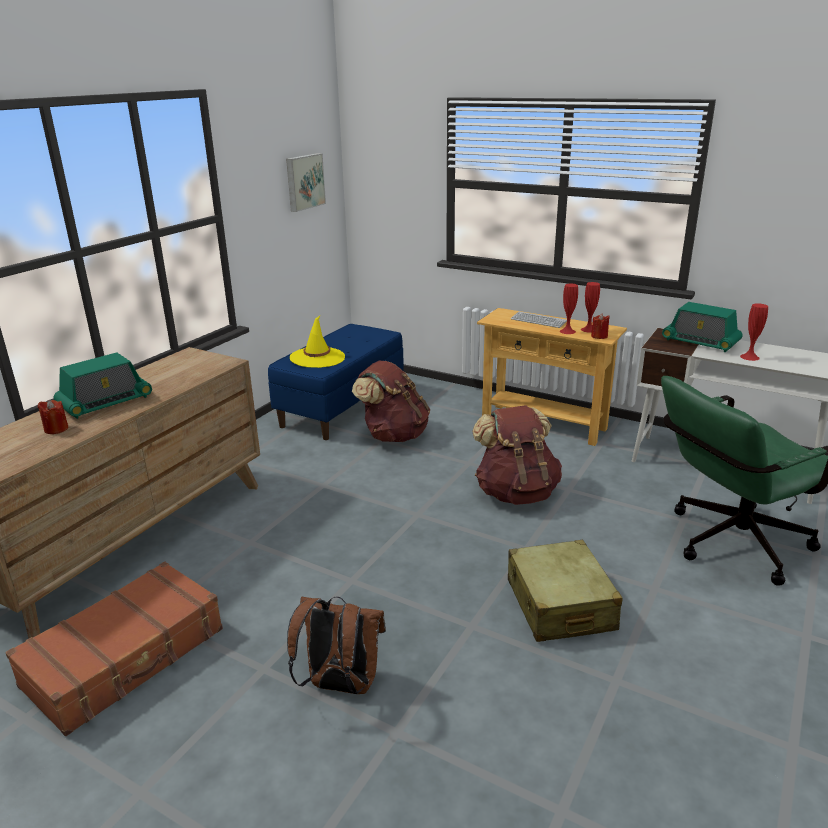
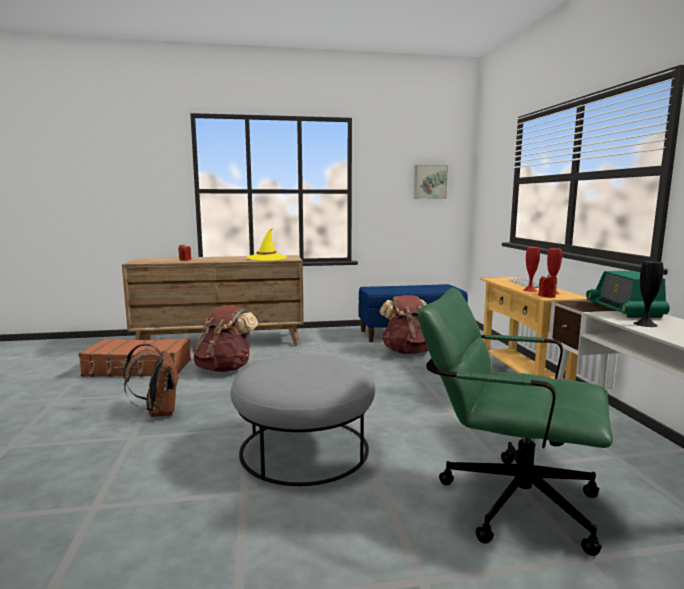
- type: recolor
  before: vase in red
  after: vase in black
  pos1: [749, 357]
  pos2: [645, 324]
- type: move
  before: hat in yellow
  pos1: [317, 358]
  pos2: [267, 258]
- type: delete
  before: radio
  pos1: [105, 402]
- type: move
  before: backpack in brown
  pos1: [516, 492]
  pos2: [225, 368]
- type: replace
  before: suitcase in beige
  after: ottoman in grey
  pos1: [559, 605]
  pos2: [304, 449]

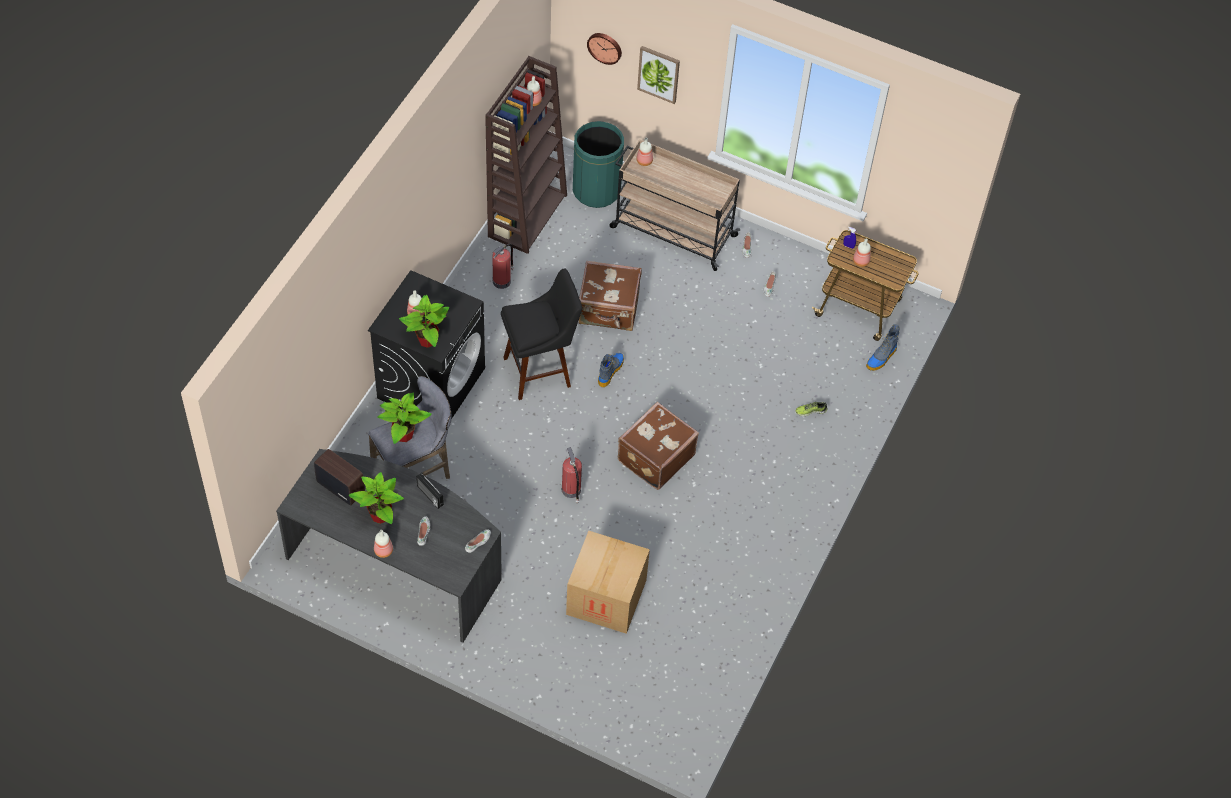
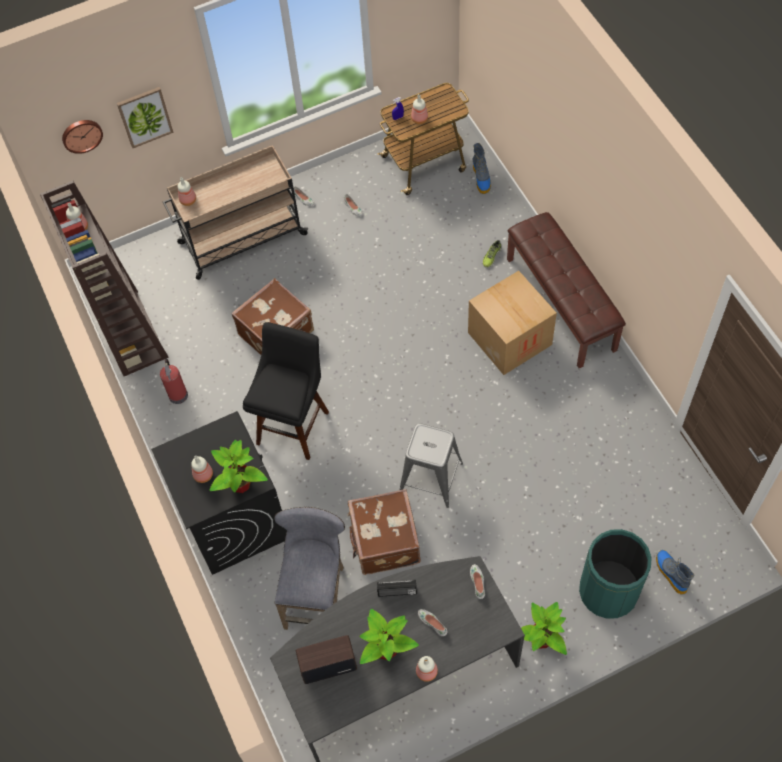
- type: move
  before: trash can in green
  pos1: [596, 190]
  pos2: [608, 591]
- type: move
  before: boot
  pos1: [610, 371]
  pos2: [670, 573]
- type: move
  before: potted plant
  pos1: [403, 435]
  pos2: [541, 640]
- type: move
  before: suitcase in brown
  pos1: [654, 457]
  pos2: [384, 542]
- type: replace
  before: fire extinguisher
  after: stool in grey
  pos1: [571, 490]
  pos2: [431, 478]
- type: move
  before: cardboard box
  pos1: [606, 597]
  pos2: [509, 338]
- type: insert
  after: bench in brown
  pos2: [561, 304]

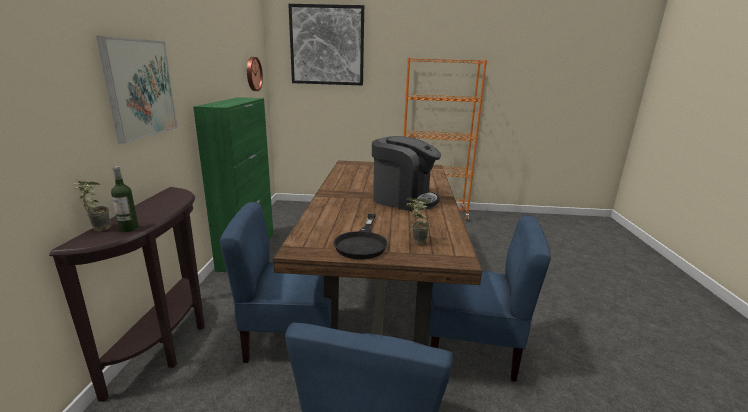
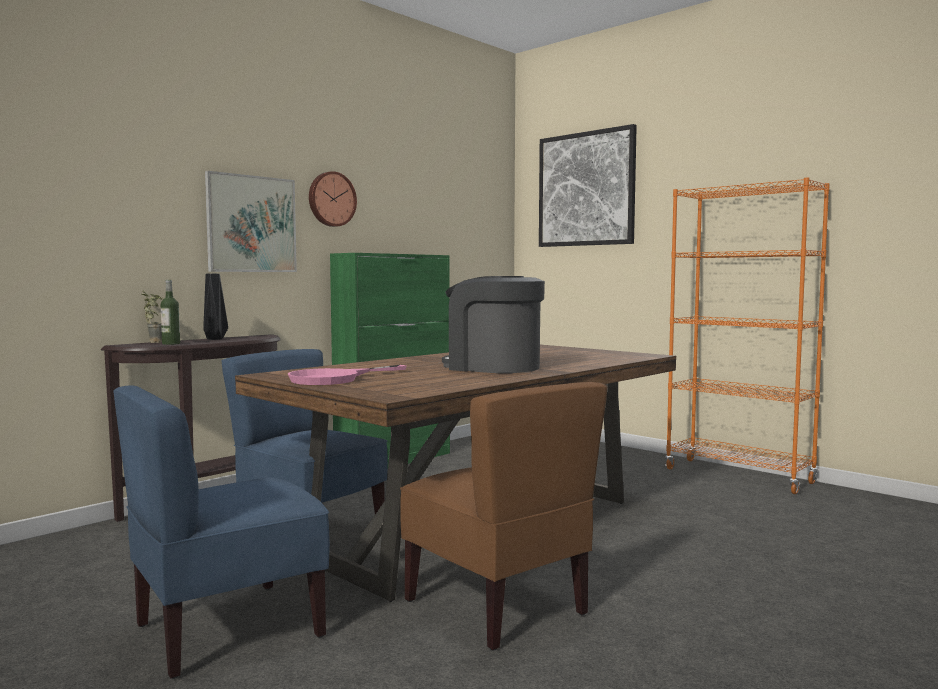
- type: move
  before: wall clock
  pos1: [253, 74]
  pos2: [331, 199]
- type: rotate
  before: coffee machine
  pos1: [403, 199]
  pos2: [493, 367]
  turn: 150
- type: delete
  before: potted plant
  pos1: [415, 242]
- type: recolor
  before: frying pan in black
  after: frying pan in pink
  pos1: [362, 242]
  pos2: [335, 379]
- type: recolor
  before: chair in blue
  after: chair in brown
  pos1: [472, 348]
  pos2: [498, 606]
- type: insert
  after: vase in black
  pos2: [215, 339]

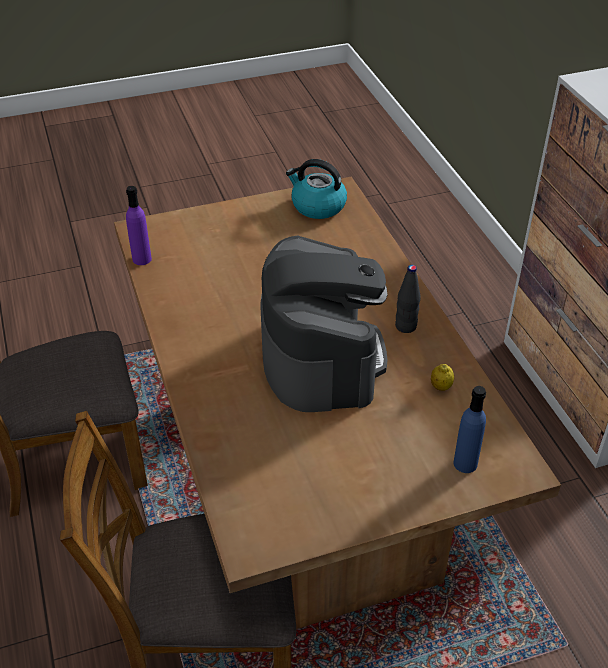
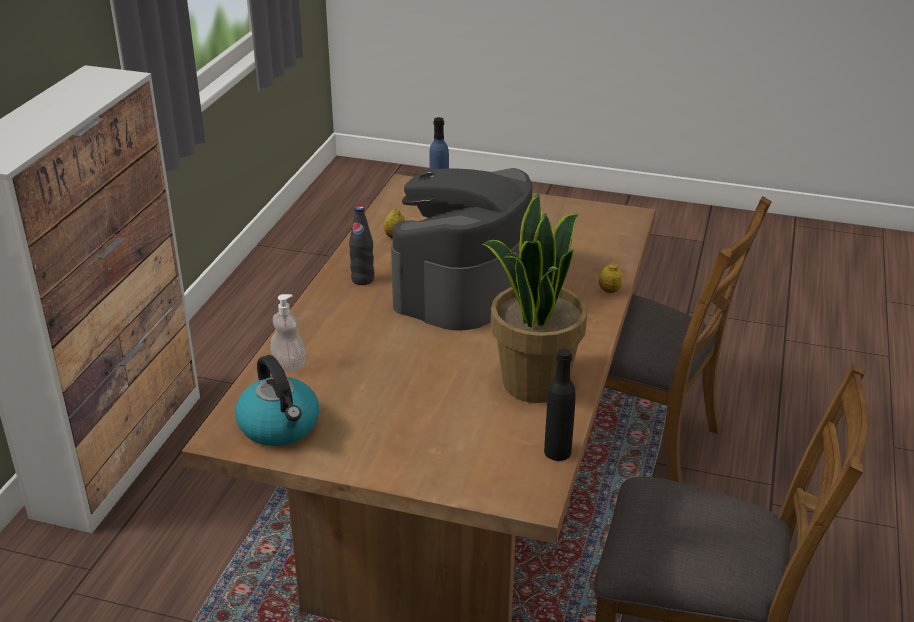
- type: recolor
  before: bottle in purple
  after: bottle in black
  pos1: [142, 259]
  pos2: [557, 452]
- type: insert
  after: potted plant
  pos2: [534, 383]
- type: insert
  after: lemon
  pos2: [609, 291]
- type: insert
  after: soap dispenser
  pos2: [289, 364]

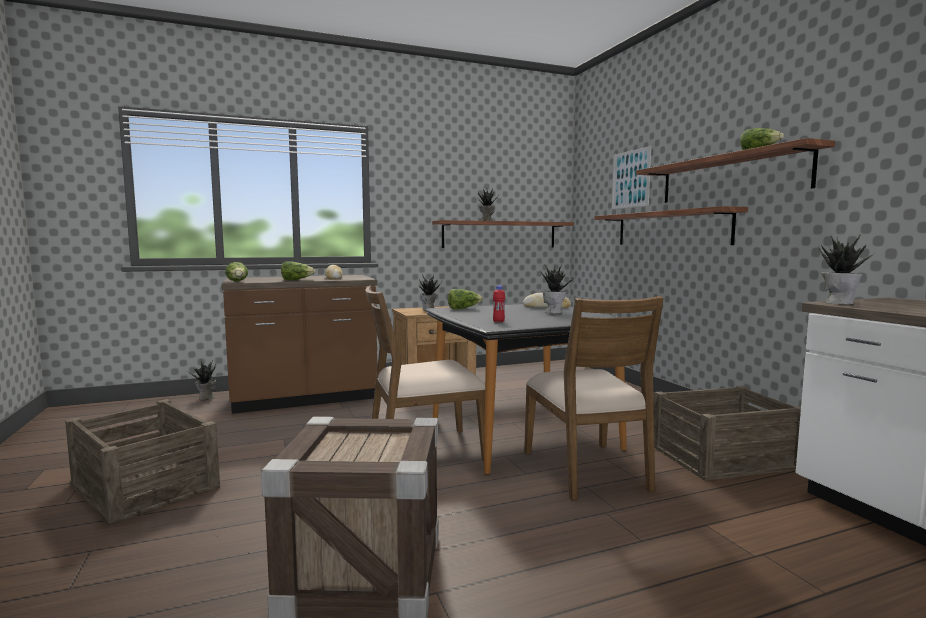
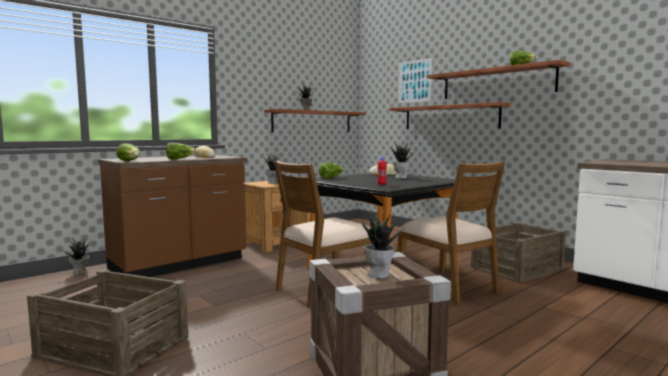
- type: move
  before: potted plant
  pos1: [839, 303]
  pos2: [379, 274]

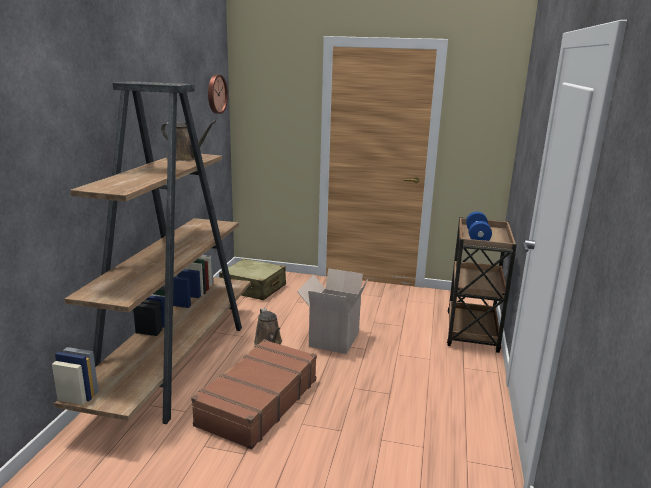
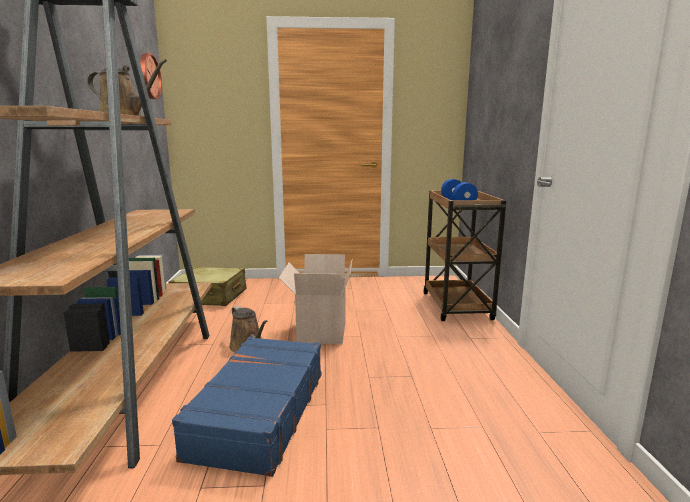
- type: recolor
  before: suitcase in brown
  after: suitcase in blue
  pos1: [257, 402]
  pos2: [258, 413]

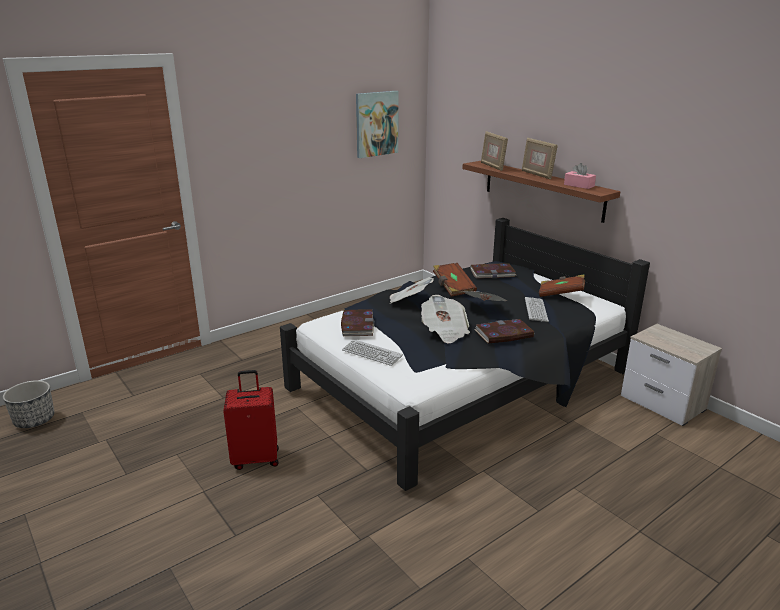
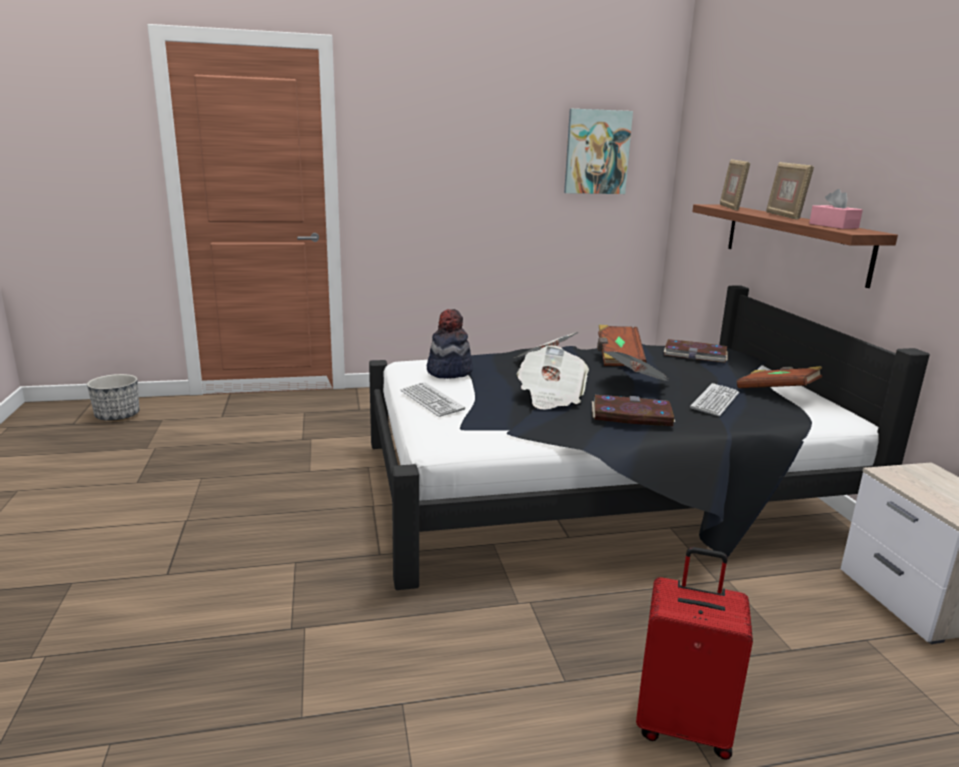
- type: replace
  before: book
  after: hat
  pos1: [357, 325]
  pos2: [449, 371]
- type: move
  before: suitcase in red
  pos1: [256, 458]
  pos2: [683, 725]

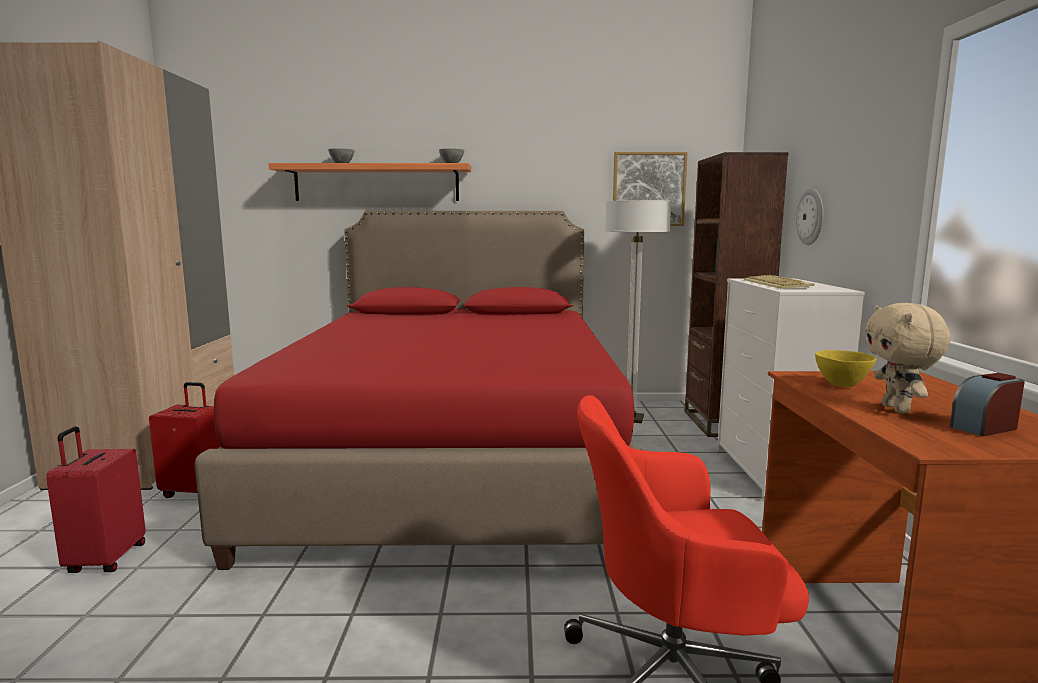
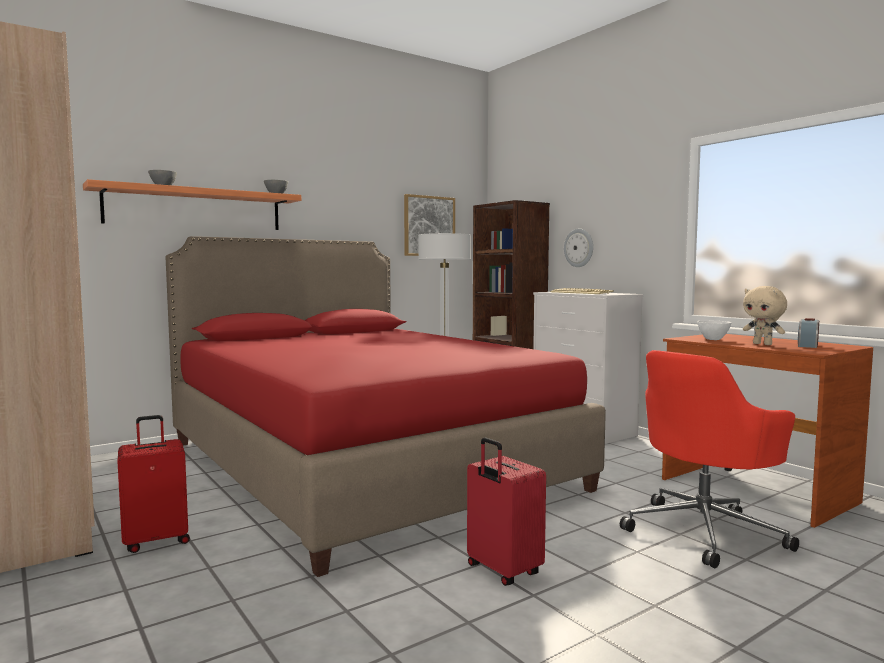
- type: recolor
  before: bowl in yellow
  after: bowl in white
  pos1: [842, 385]
  pos2: [713, 339]
- type: move
  before: suitcase in red
  pos1: [105, 560]
  pos2: [502, 571]

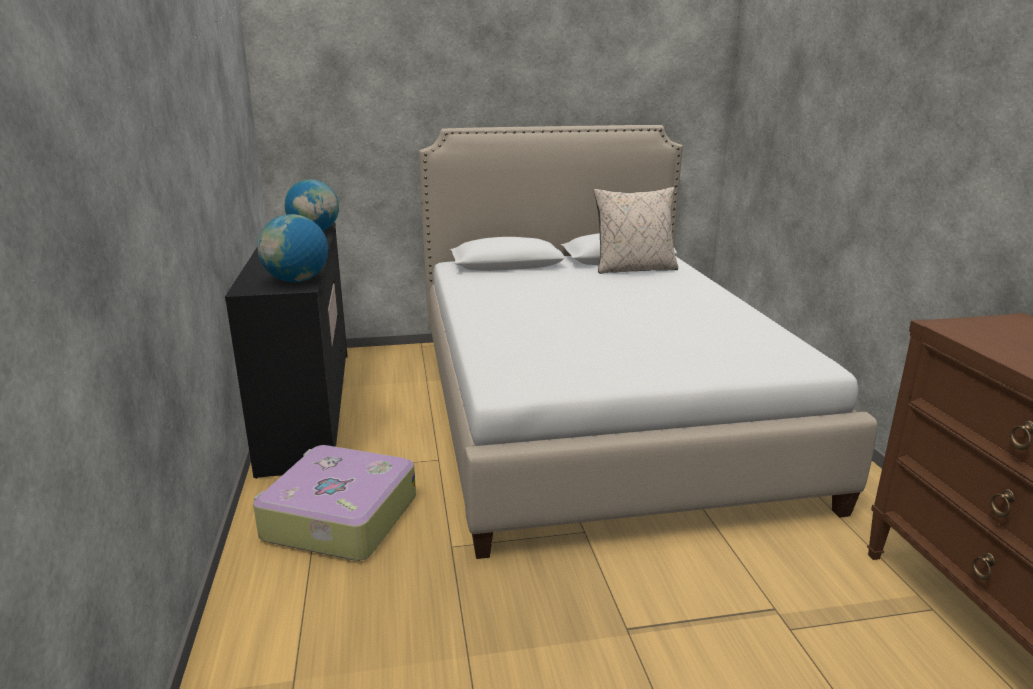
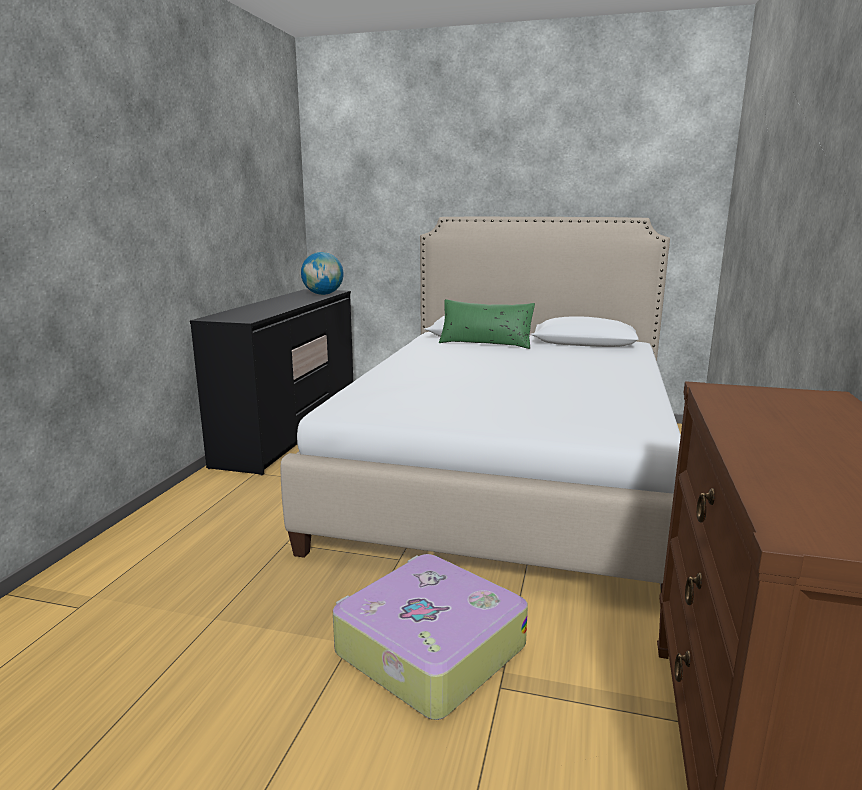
- type: delete
  before: pillow in beige
  pos1: [634, 269]
- type: delete
  before: globe
  pos1: [297, 281]
- type: move
  before: suitcase
  pos1: [338, 518]
  pos2: [428, 649]
- type: insert
  after: pillow in green
  pos2: [485, 343]

